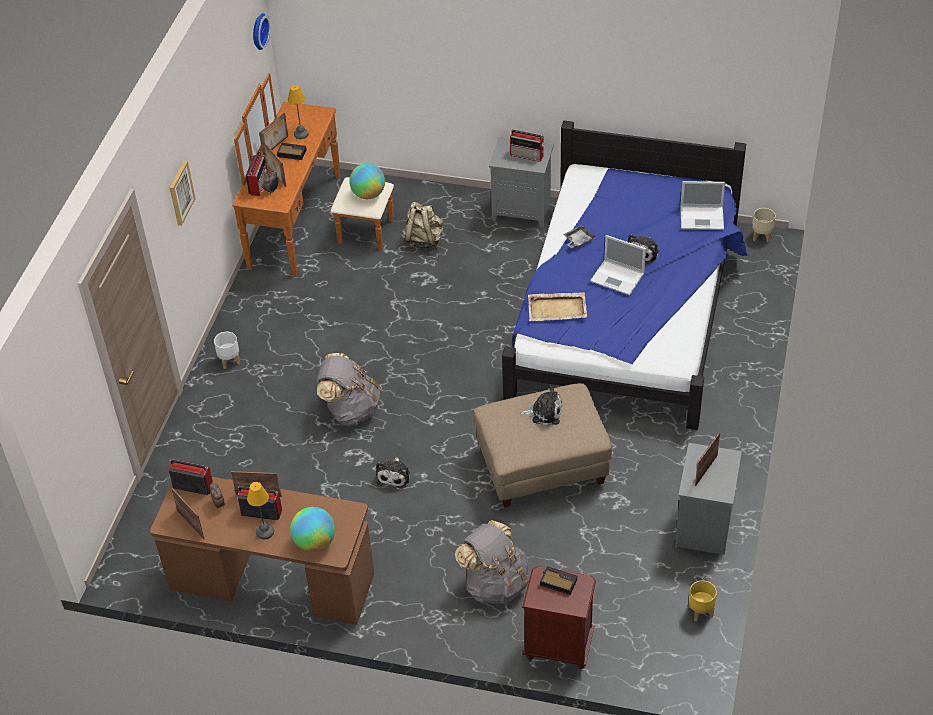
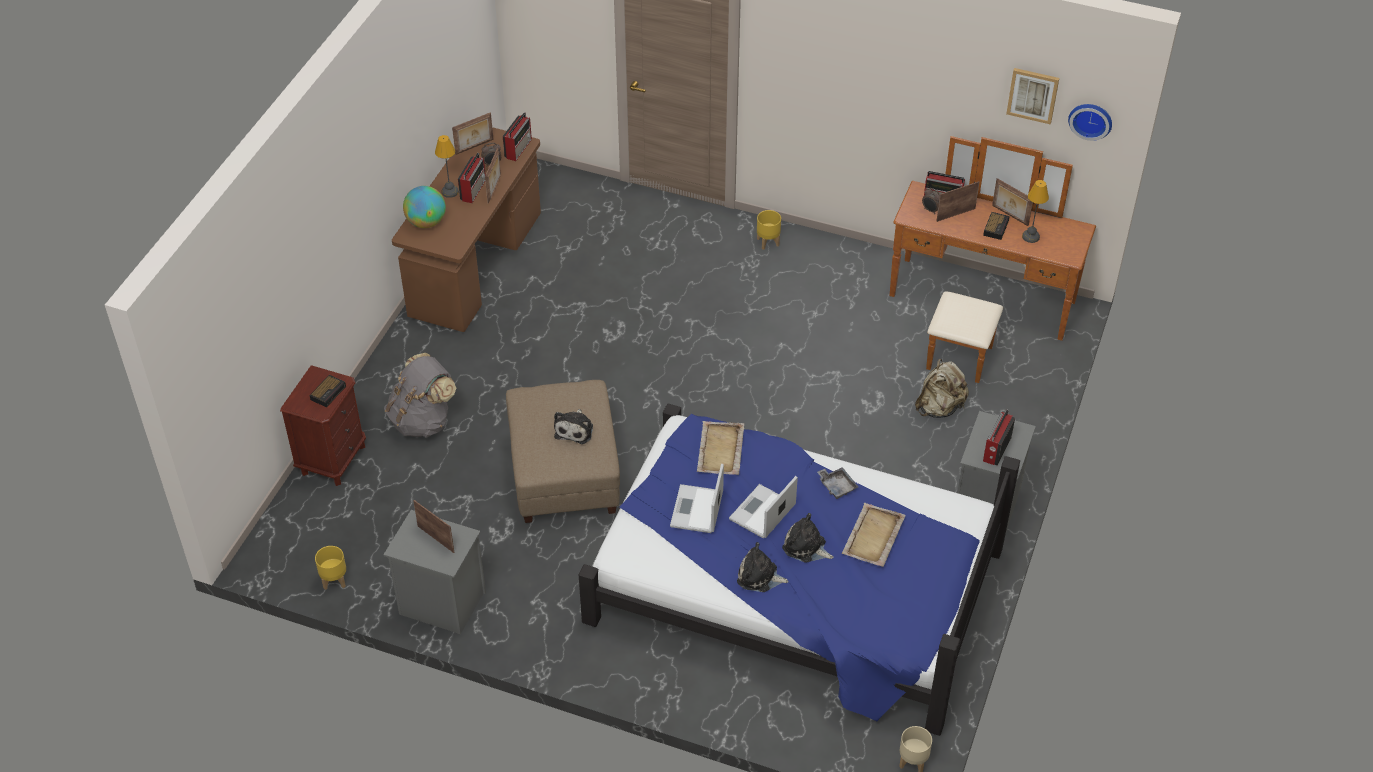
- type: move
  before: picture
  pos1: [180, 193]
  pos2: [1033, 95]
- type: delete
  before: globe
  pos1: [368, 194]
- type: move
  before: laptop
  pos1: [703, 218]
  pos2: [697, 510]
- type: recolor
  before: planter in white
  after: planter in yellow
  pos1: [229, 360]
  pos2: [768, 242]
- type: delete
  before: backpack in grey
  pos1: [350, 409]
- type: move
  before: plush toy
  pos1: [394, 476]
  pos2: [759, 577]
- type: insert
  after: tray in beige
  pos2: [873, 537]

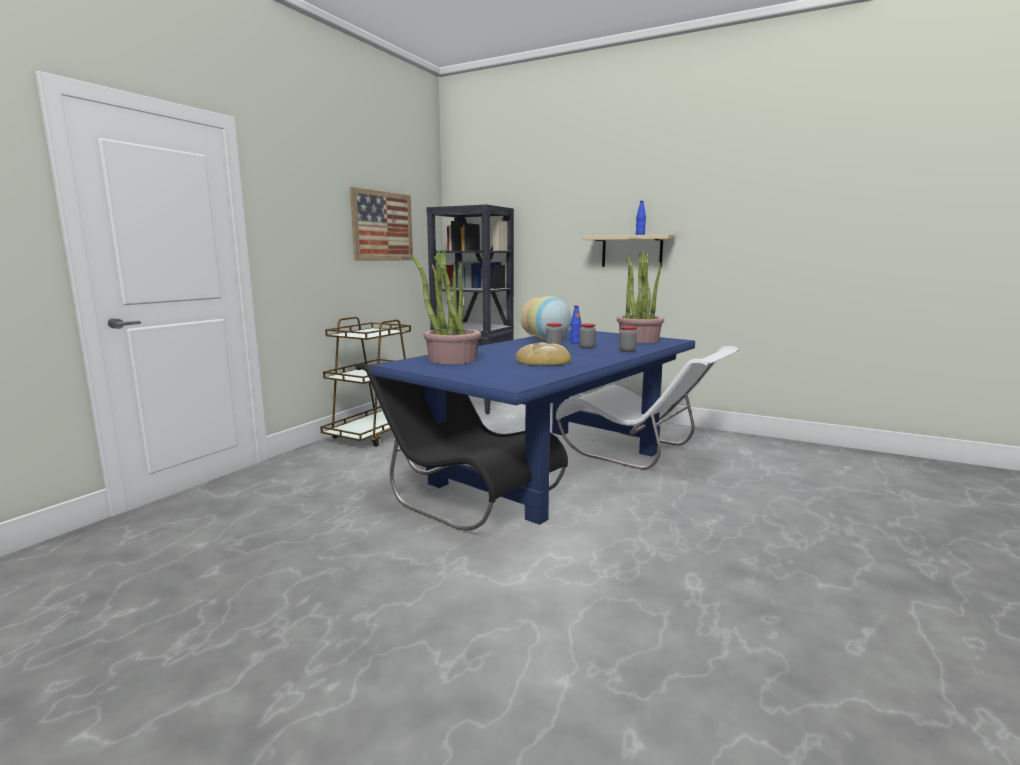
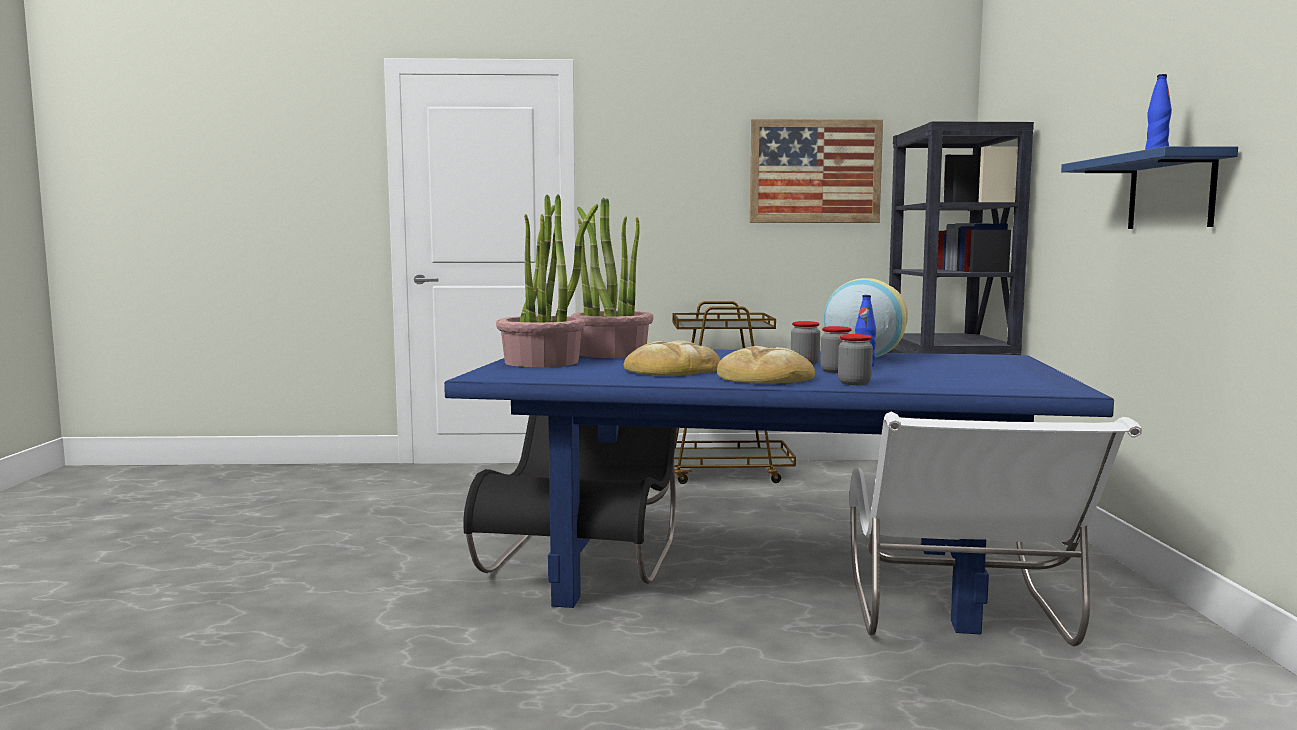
- type: recolor
  before: shelf in beige
  after: shelf in blue
  pos1: [632, 251]
  pos2: [1171, 192]
- type: move
  before: potted plant
  pos1: [639, 339]
  pos2: [543, 362]
- type: insert
  after: bread
  pos2: [764, 377]

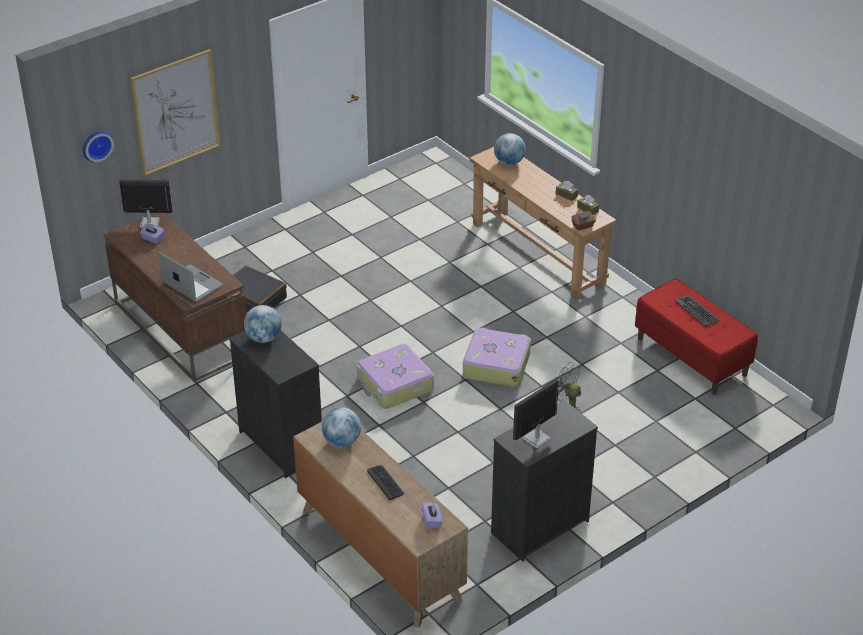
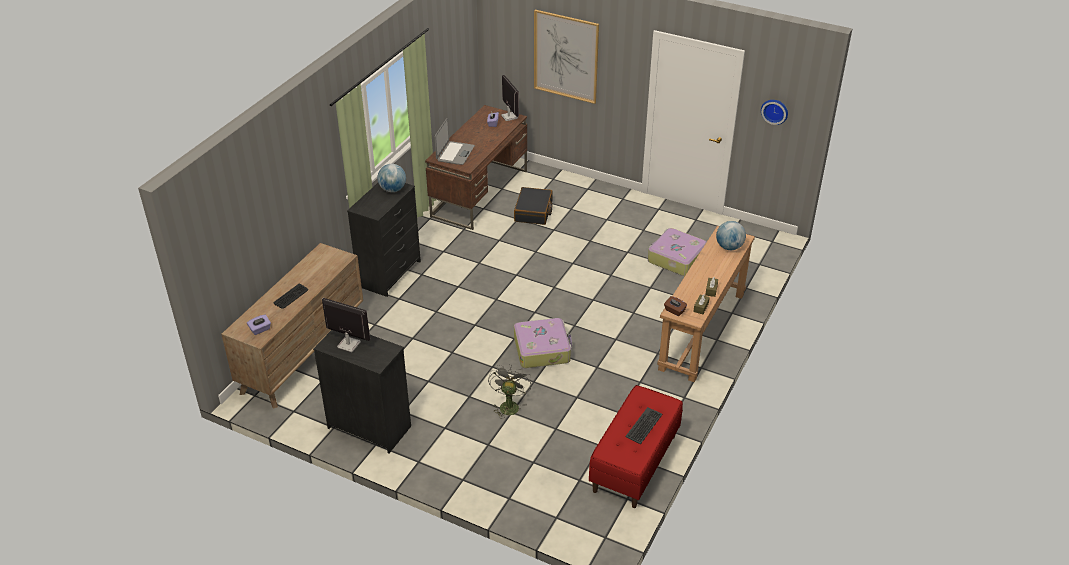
- type: move
  before: wall clock
  pos1: [96, 145]
  pos2: [775, 111]
- type: move
  before: suitcase
  pos1: [394, 385]
  pos2: [676, 258]
- type: delete
  before: globe
  pos1: [341, 441]

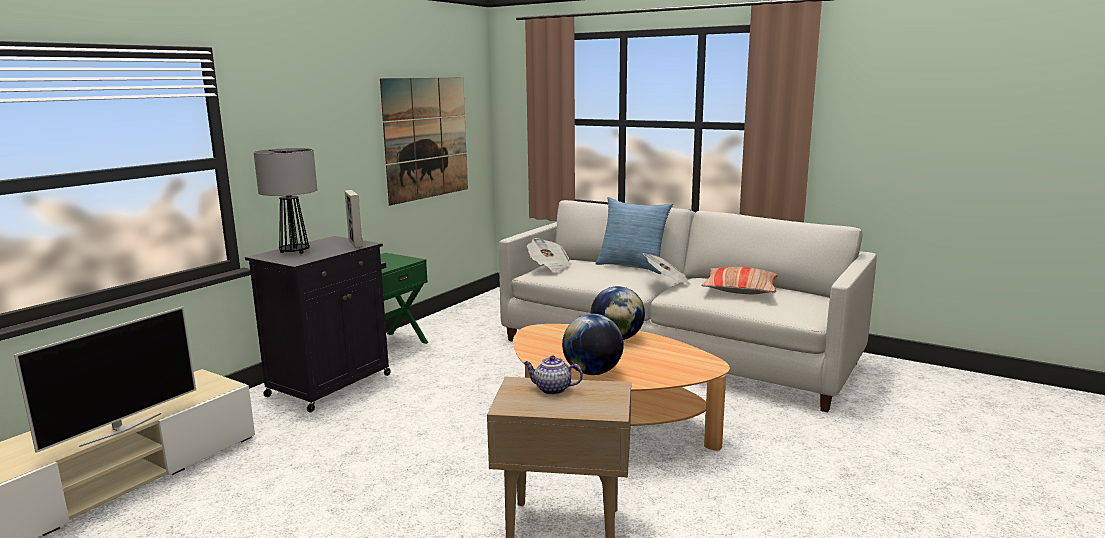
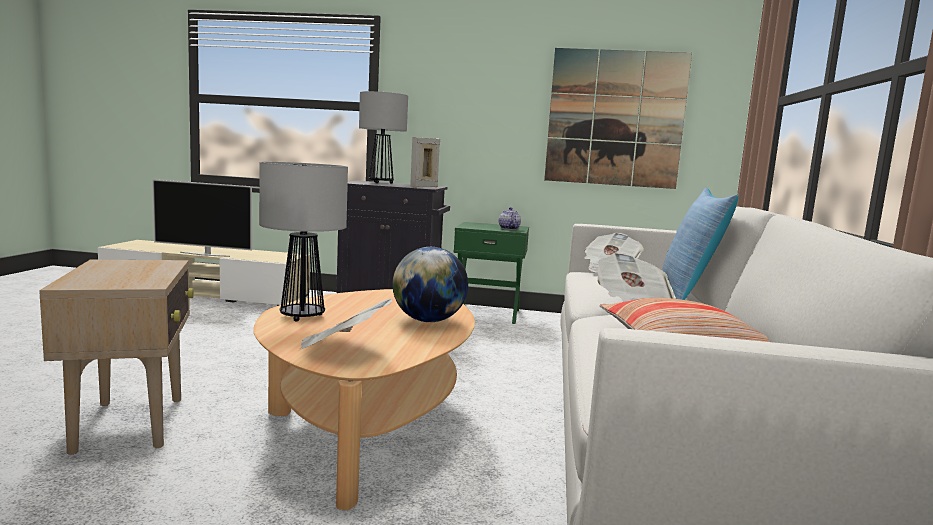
- type: replace
  before: globe
  after: table lamp
  pos1: [592, 372]
  pos2: [301, 316]
- type: move
  before: teapot
  pos1: [552, 389]
  pos2: [508, 228]
- type: insert
  after: newspaper
  pos2: [341, 349]

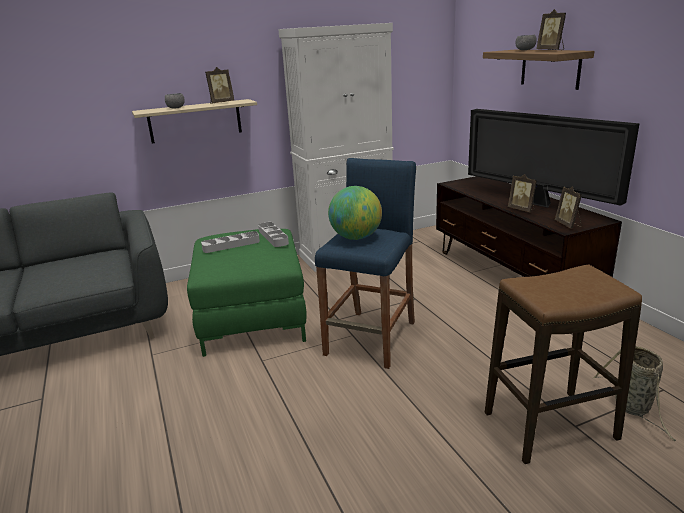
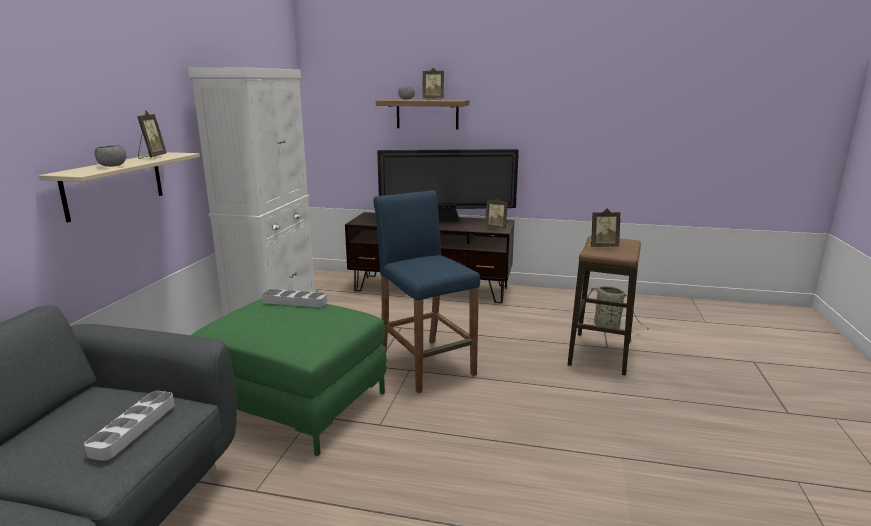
- type: move
  before: picture frame
  pos1: [522, 209]
  pos2: [602, 246]
- type: delete
  before: globe
  pos1: [356, 237]
- type: move
  before: tray in grey
  pos1: [231, 245]
  pos2: [133, 428]

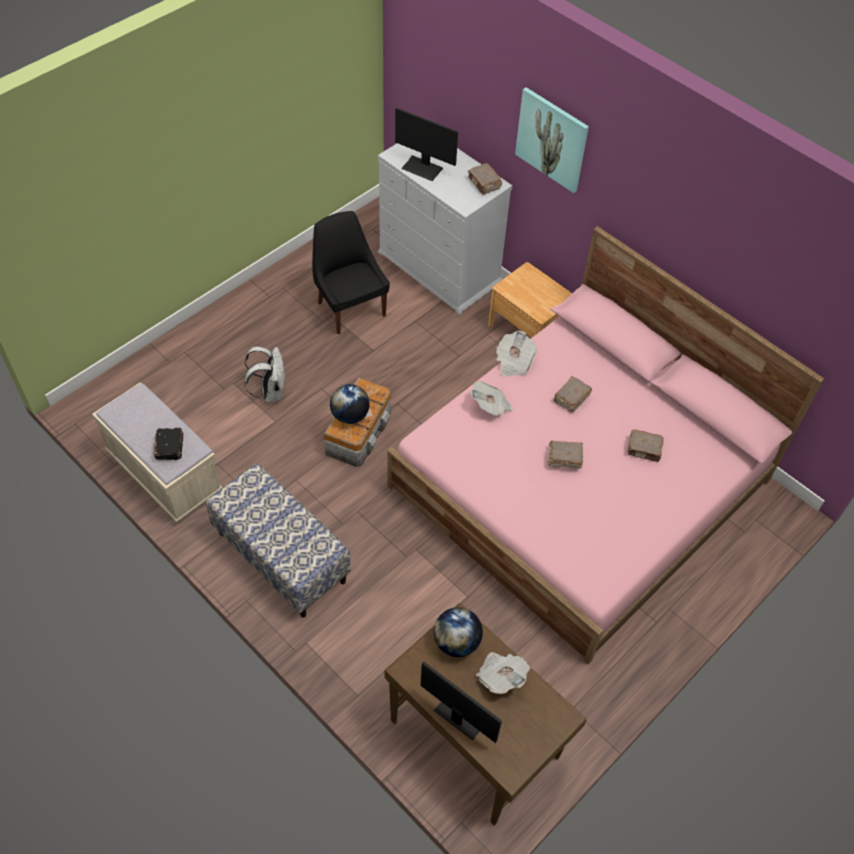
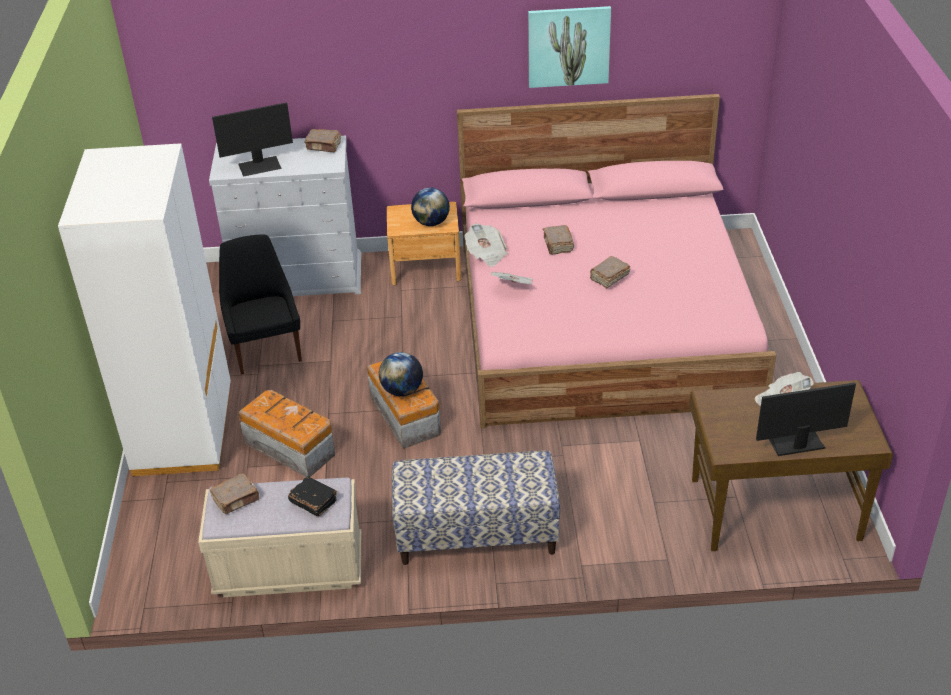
- type: move
  before: picture
  pos1: [551, 139]
  pos2: [568, 46]
- type: rotate
  before: chair in black
  pos1: [350, 307]
  pos2: [266, 349]
  turn: 60
- type: replace
  before: backpack in white
  after: storage box
  pos1: [270, 392]
  pos2: [290, 447]
- type: move
  before: book in brown
  pos1: [644, 449]
  pos2: [236, 499]
- type: move
  before: globe
  pos1: [457, 642]
  pos2: [431, 223]
- type: insert
  after: wardrobe in white
  pos2: [184, 432]

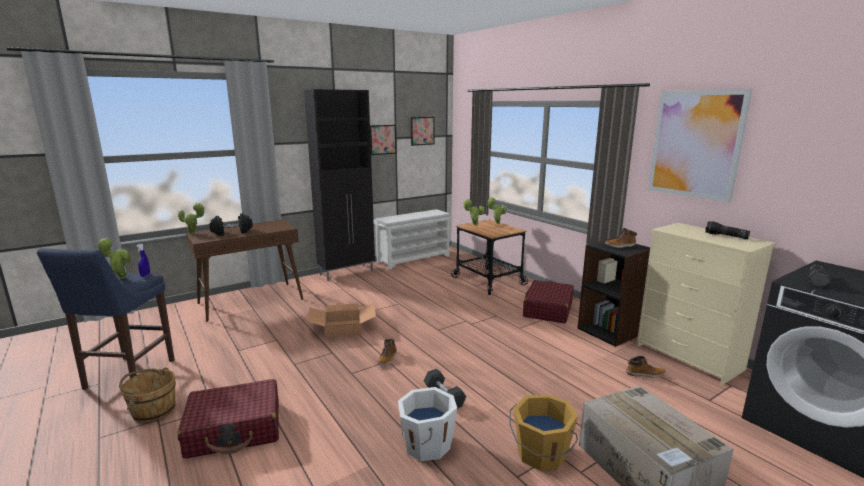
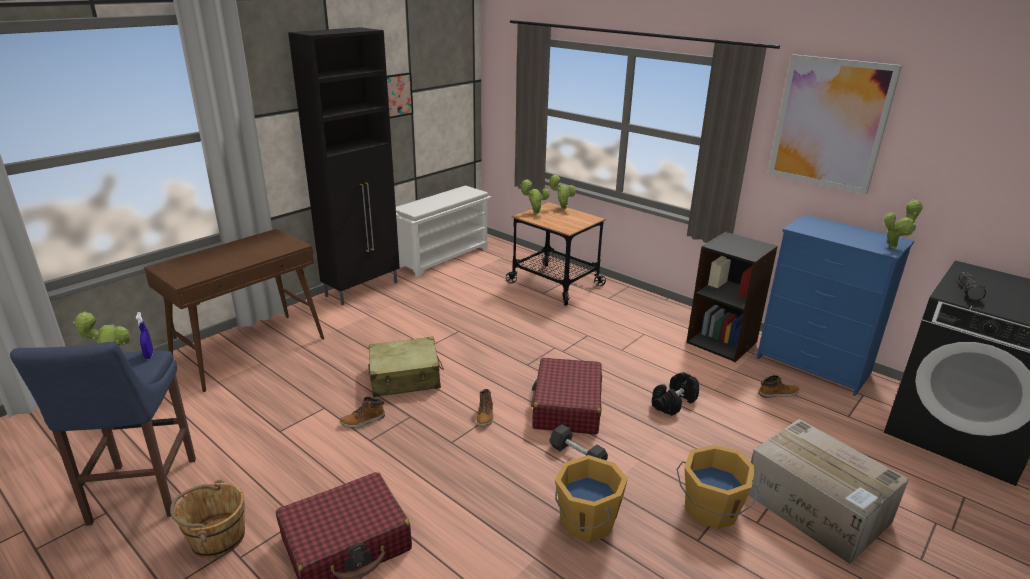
- type: delete
  before: picture
  pos1: [422, 131]
- type: move
  before: potted plant
  pos1: [193, 233]
  pos2: [894, 247]
- type: move
  before: dumbbell in black
  pos1: [232, 232]
  pos2: [674, 402]
- type: delete
  before: flashlight
  pos1: [725, 236]
- type: recolor
  before: dresser in beige
  after: dresser in blue
  pos1: [689, 358]
  pos2: [813, 366]
- type: move
  before: boot
  pos1: [620, 246]
  pos2: [363, 421]
- type: move
  before: suitcase in red
  pos1: [547, 309]
  pos2: [567, 407]
- type: replace
  before: cardboard box
  after: suitcase in beige
  pos1: [343, 328]
  pos2: [405, 377]
- type: recolor
  before: bucket in white
  after: bucket in orange
  pos1: [426, 445]
  pos2: [586, 521]

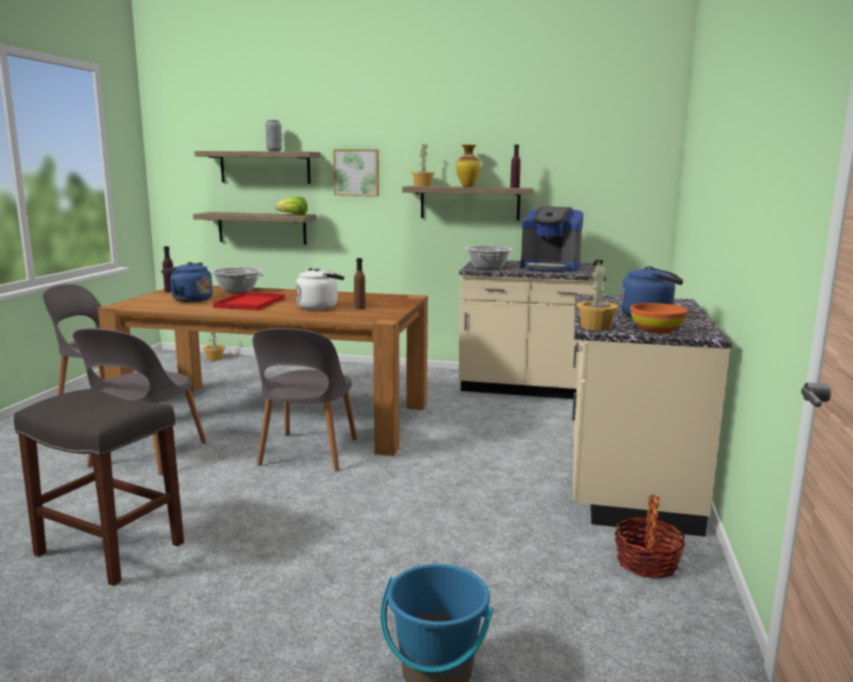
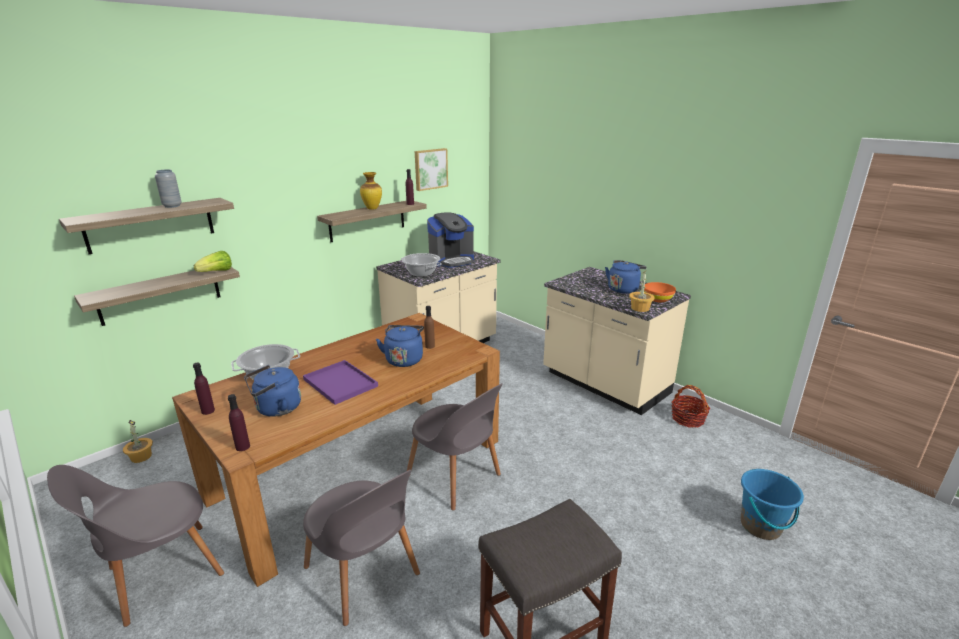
- type: delete
  before: potted plant
  pos1: [423, 186]
- type: move
  before: picture
  pos1: [357, 172]
  pos2: [430, 169]
- type: recolor
  before: kettle in white
  after: kettle in blue
  pos1: [319, 307]
  pos2: [404, 359]
- type: recolor
  before: tray in red
  after: tray in purple
  pos1: [250, 303]
  pos2: [341, 383]
- type: insert
  after: bottle in purple
  pos2: [242, 447]

